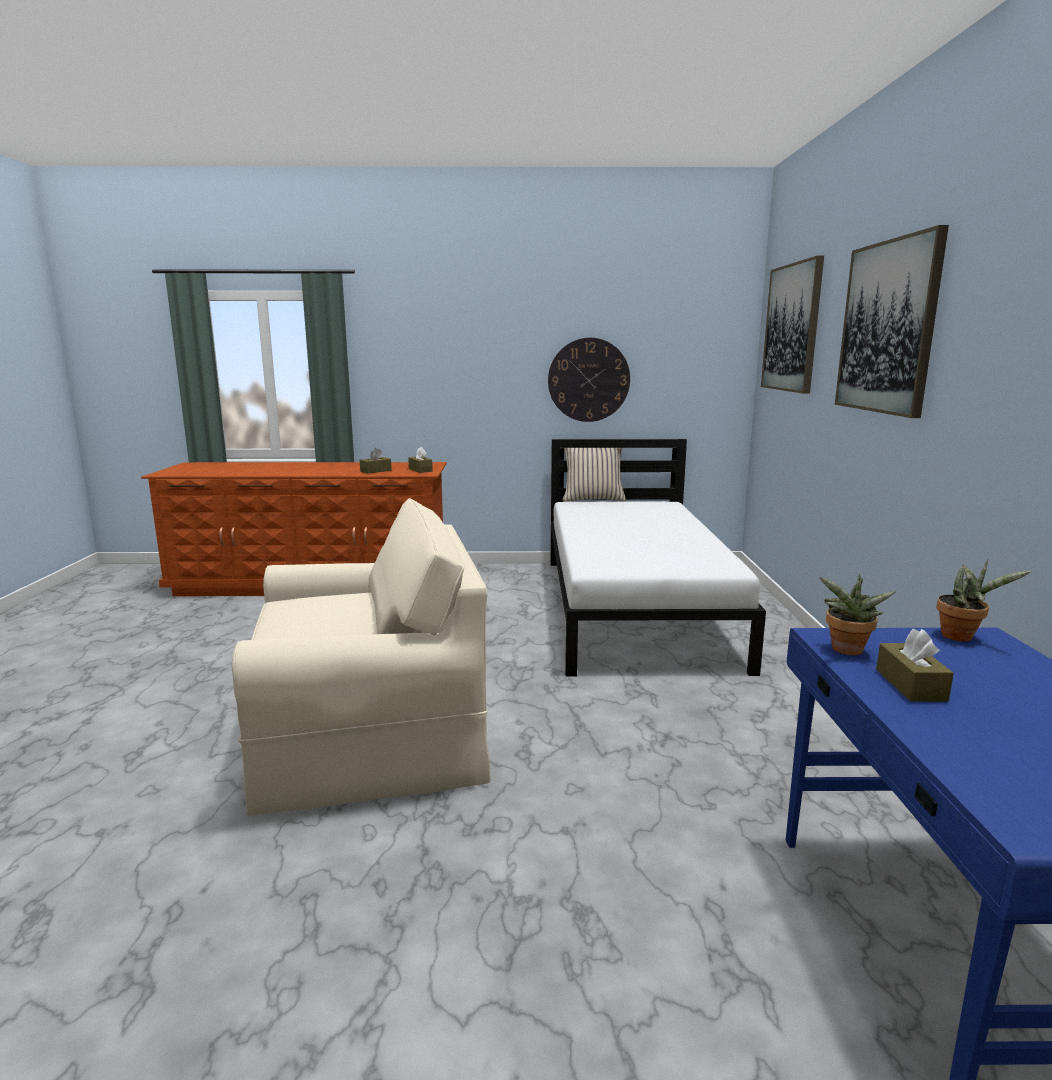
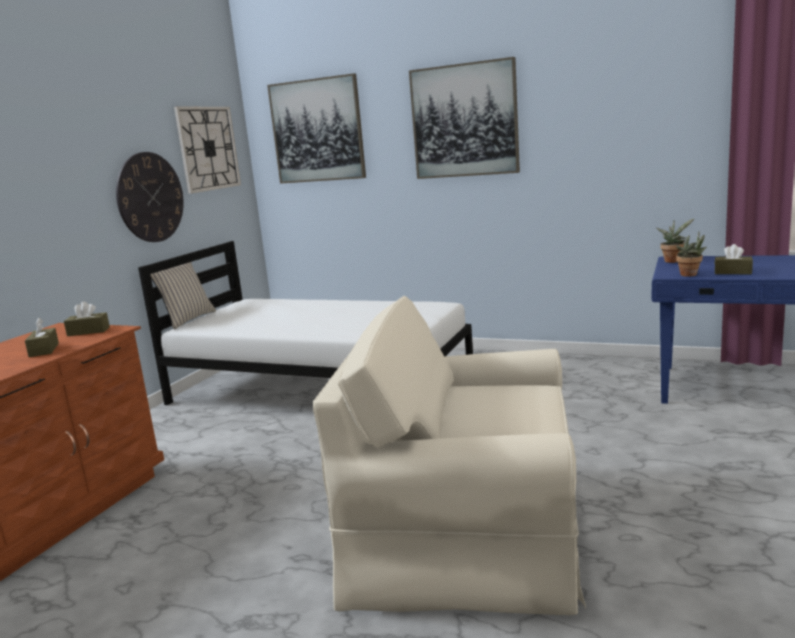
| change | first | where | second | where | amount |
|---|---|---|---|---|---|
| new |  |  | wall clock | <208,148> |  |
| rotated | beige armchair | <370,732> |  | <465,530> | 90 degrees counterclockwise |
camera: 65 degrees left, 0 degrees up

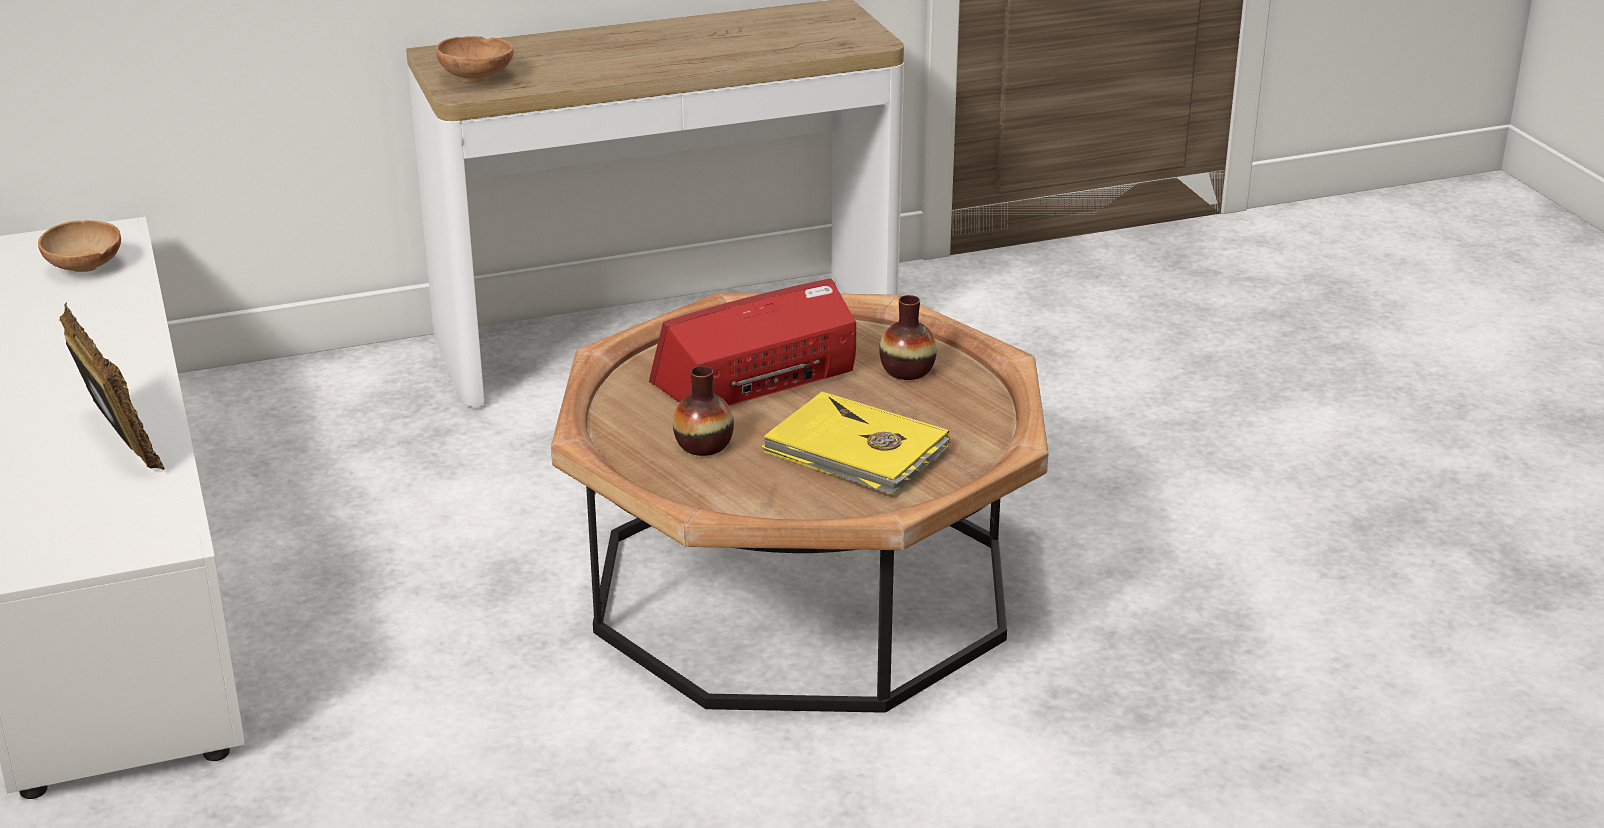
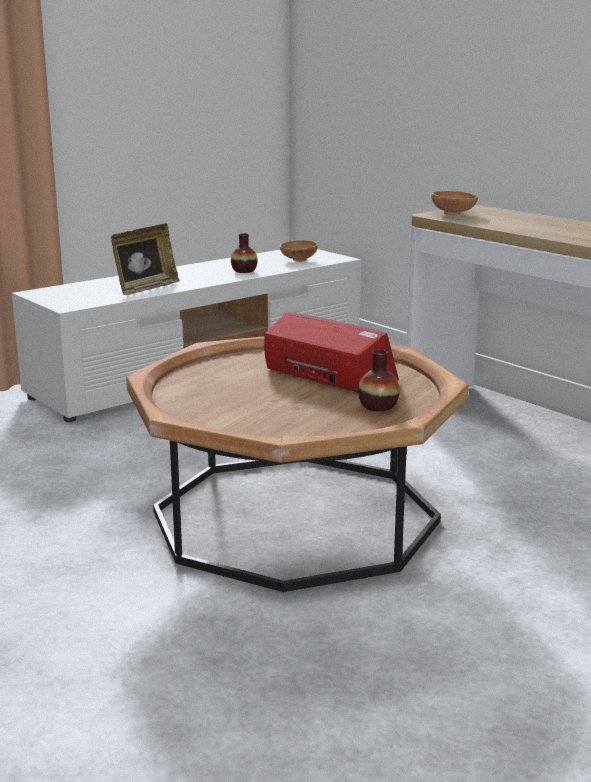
| change | first | where | second | where | amount |
|---|---|---|---|---|---|
| gone | yellow book | <856,452> |  |  |  |
| shifted | vase | <703,445> |  | <244,271> |  |
camera: 70 degrees right, 10 degrees down

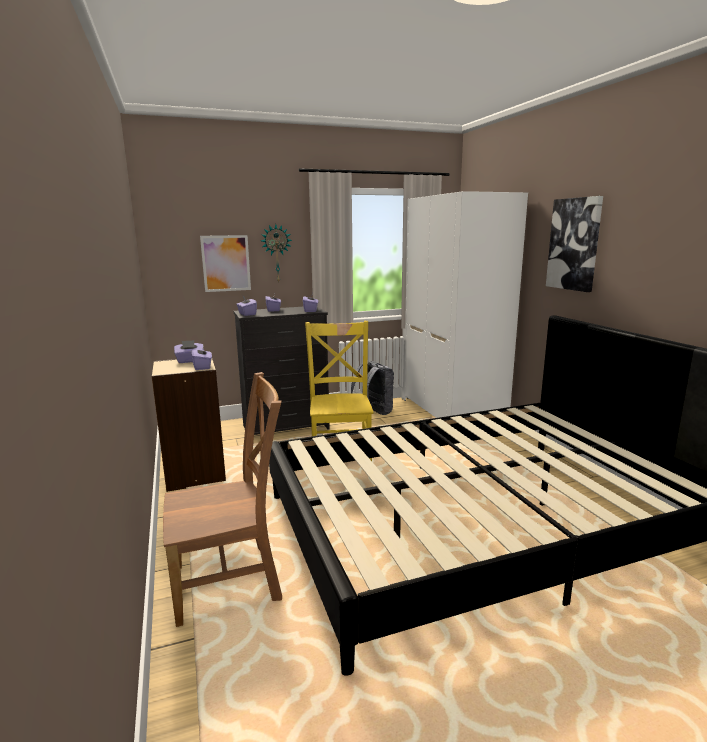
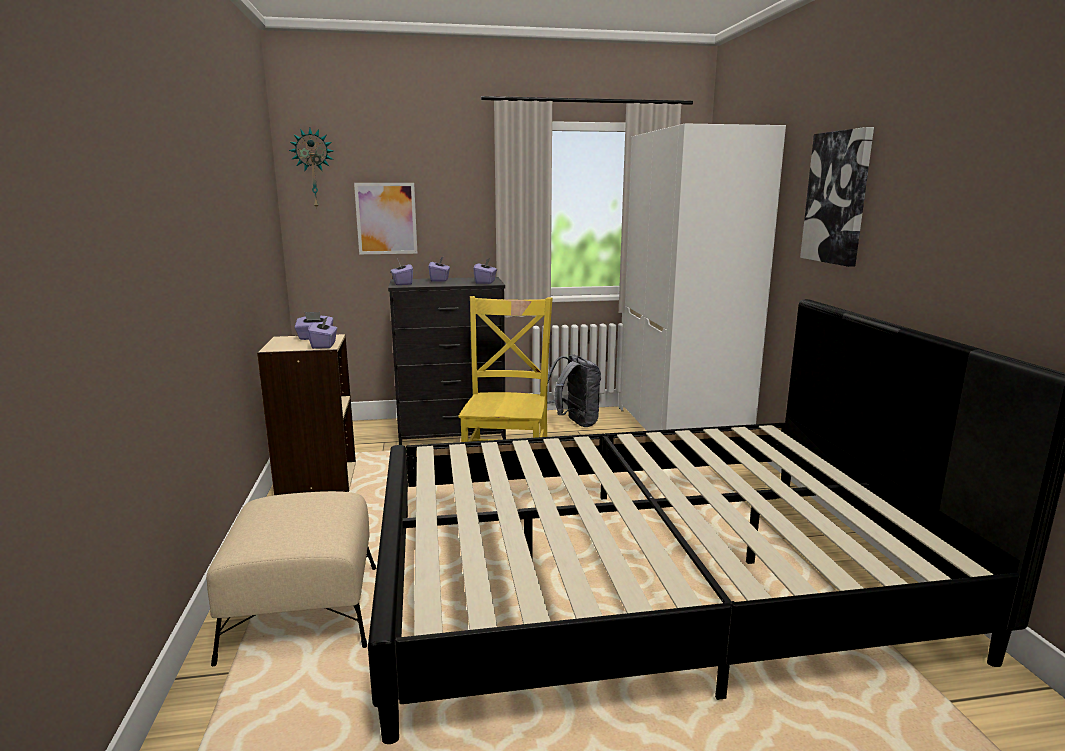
| change | first | where | second | where | amount |
|---|---|---|---|---|---|
| shifted | wall clock | <276,253> |  | <313,169> |  |
| swapped | brown chair | <232,581> | beige ottoman | <302,612> |  |
camera: 10 degrees right, 0 degrees up

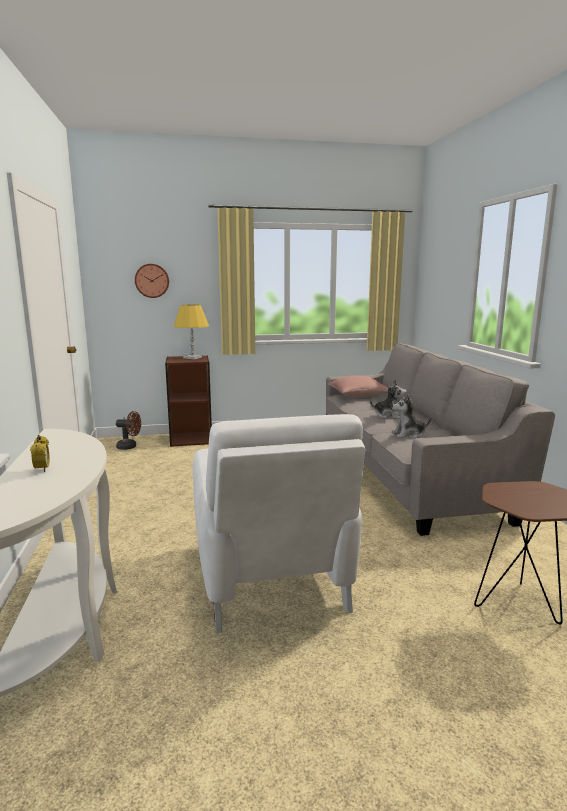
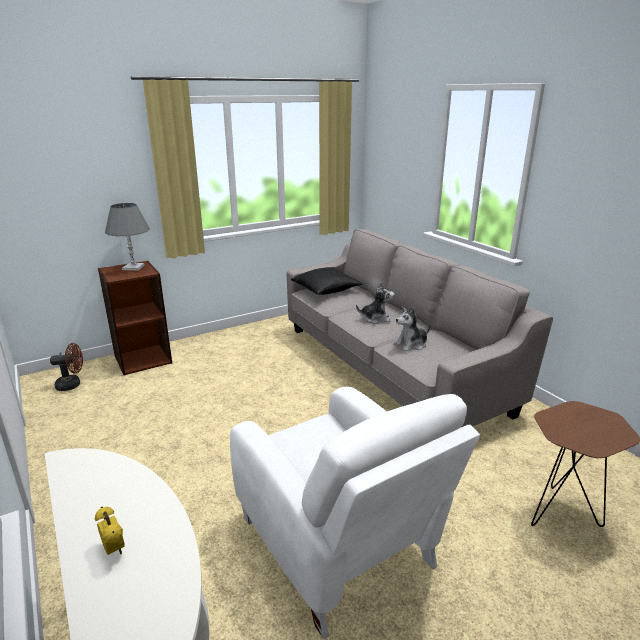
| change | first | where | second | where | amount |
|---|---|---|---|---|---|
| gone | wall clock | <152,280> |  |  |  |
| repainted | yellow table lamp | <192,357> | grey table lamp | <133,267> |  |
| repainted | pink pillow | <358,395> | black pillow | <326,290> |  |
camera: 20 degrees left, 10 degrees up

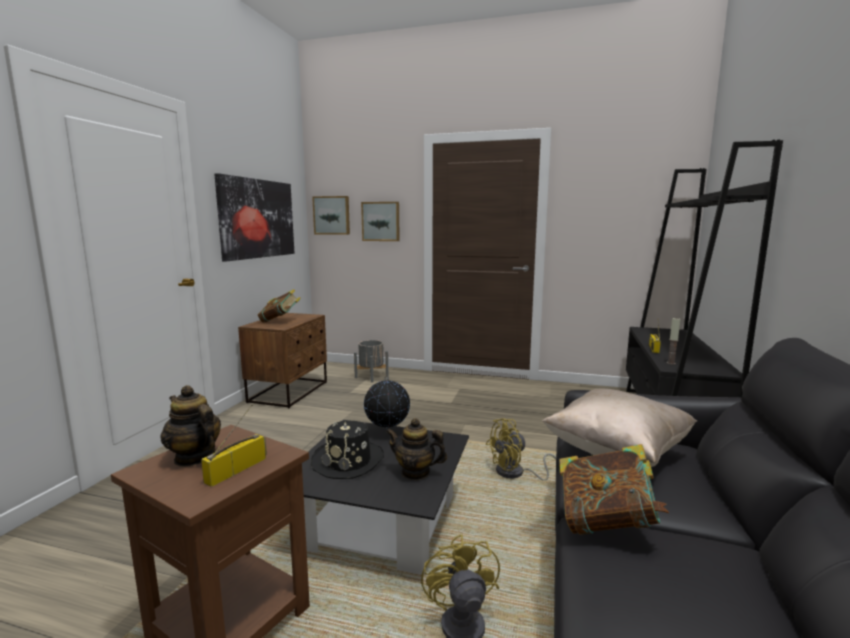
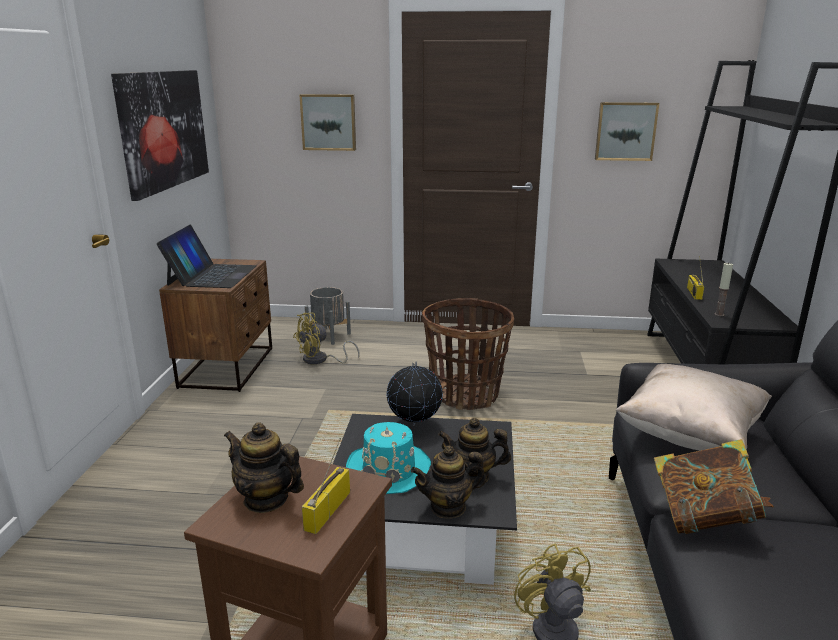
| change | first | where | second | where | amount |
|---|---|---|---|---|---|
| new |  |  | teapot | <448,507> |  |
| new |  |  | basket | <465,394> |  |
| shifted | picture | <332,215> |  | <625,131> |  |
| shifted | yellow fan | <516,474> |  | <320,360> |  |
| swapped | book | <280,321> | laptop | <211,275> |  |
| repainted | black hat | <348,461> | turquoise hat | <389,469> |  |
camera: 10 degrees left, 10 degrees up

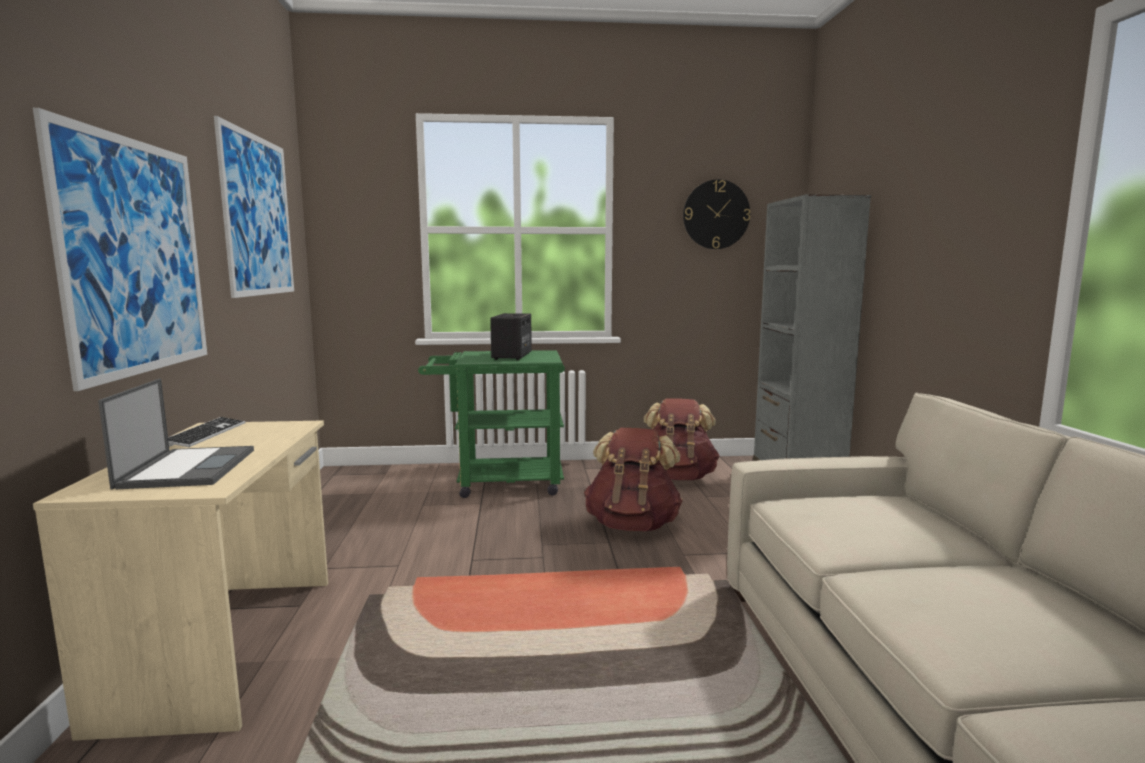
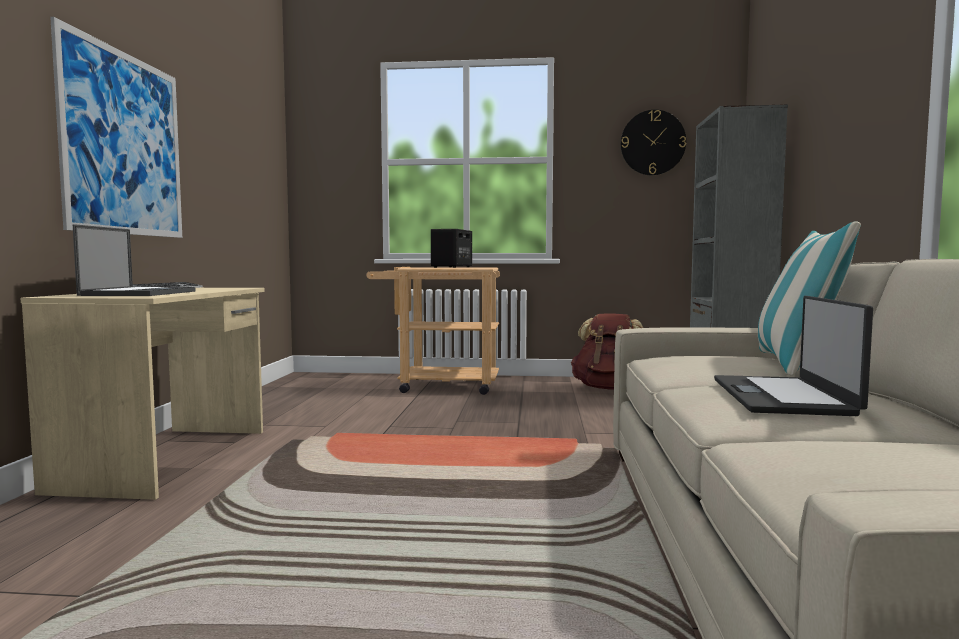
| change | first | where | second | where | amount |
|---|---|---|---|---|---|
| gone | picture | <258,216> |  |  |  |
| gone | brown backpack | <632,525> |  |  |  |
| new |  |  | laptop | <783,396> |  |
| new |  |  | pillow | <797,364> |  |
| repainted | green cart | <498,483> | beige cart | <439,386> |  |
camera: 10 degrees right, 5 degrees down

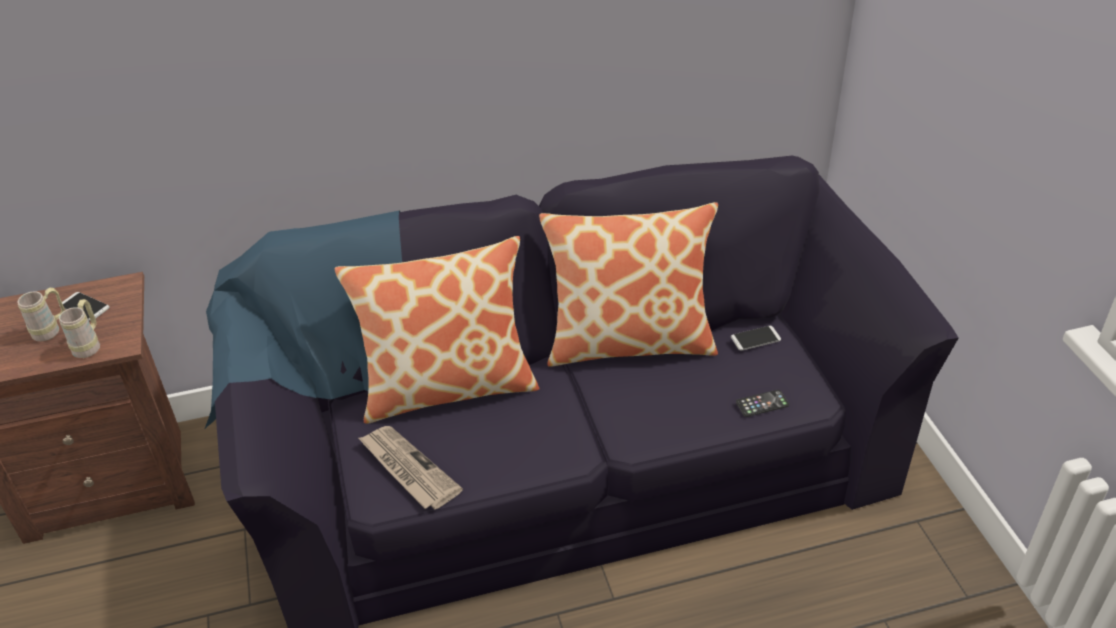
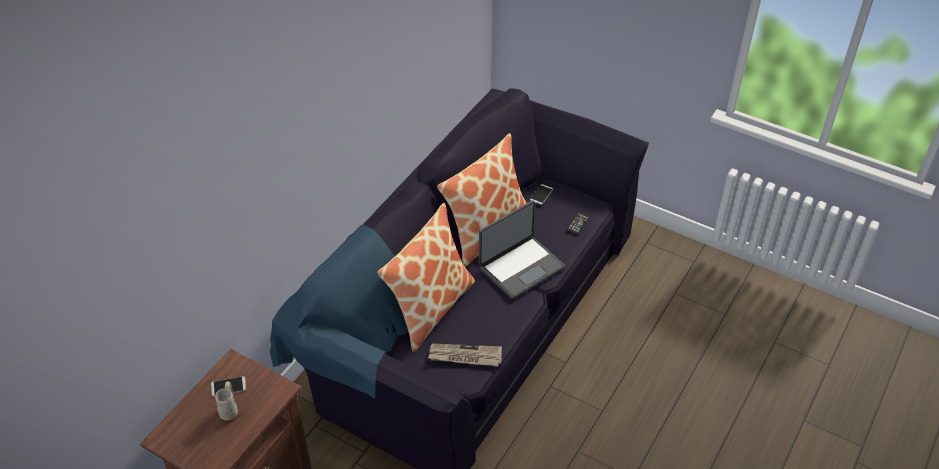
| change | first | where | second | where | amount |
|---|---|---|---|---|---|
| gone | beige mug | <89,345> |  |  |  |
| new |  |  | laptop | <520,267> |  |
camera: 45 degrees left, 5 degrees up

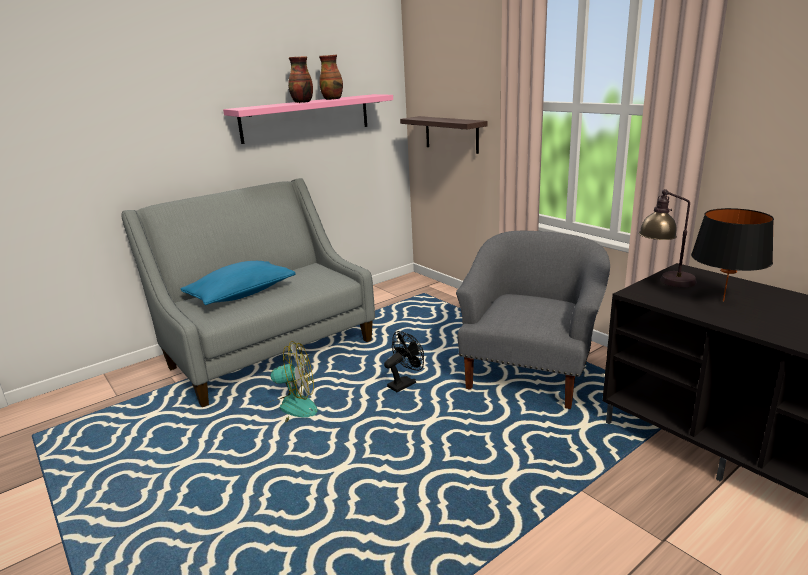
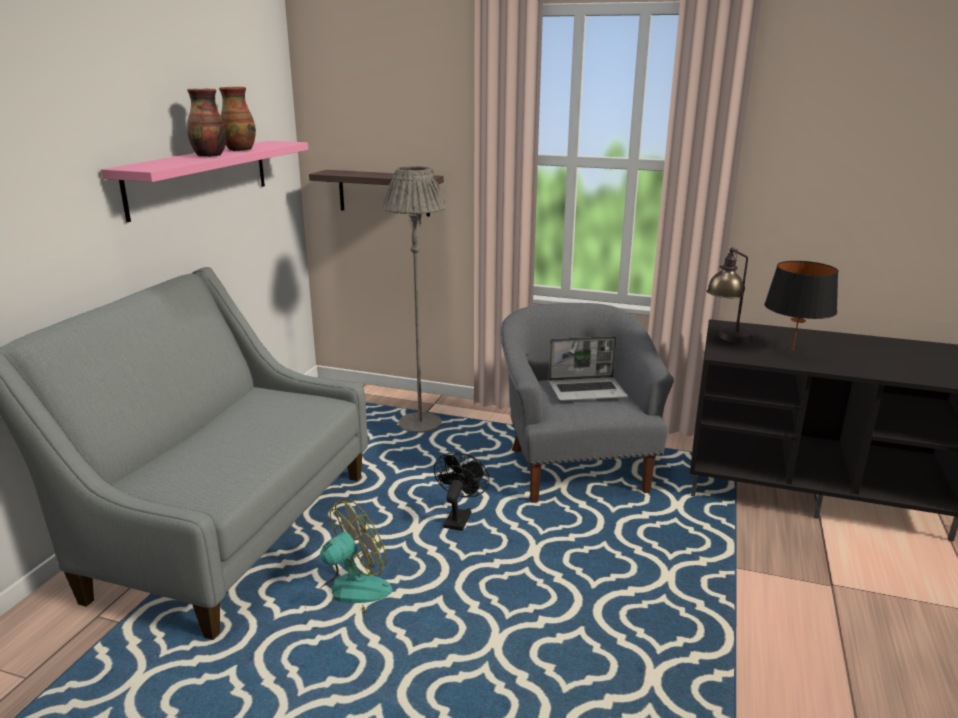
| change | first | where | second | where | amount |
|---|---|---|---|---|---|
| gone | blue pillow | <241,295> |  |  |  |
| new |  |  | grey floor lamp | <420,423> |  |
| new |  |  | laptop | <587,390> |  |
camera: 35 degrees left, 0 degrees up

